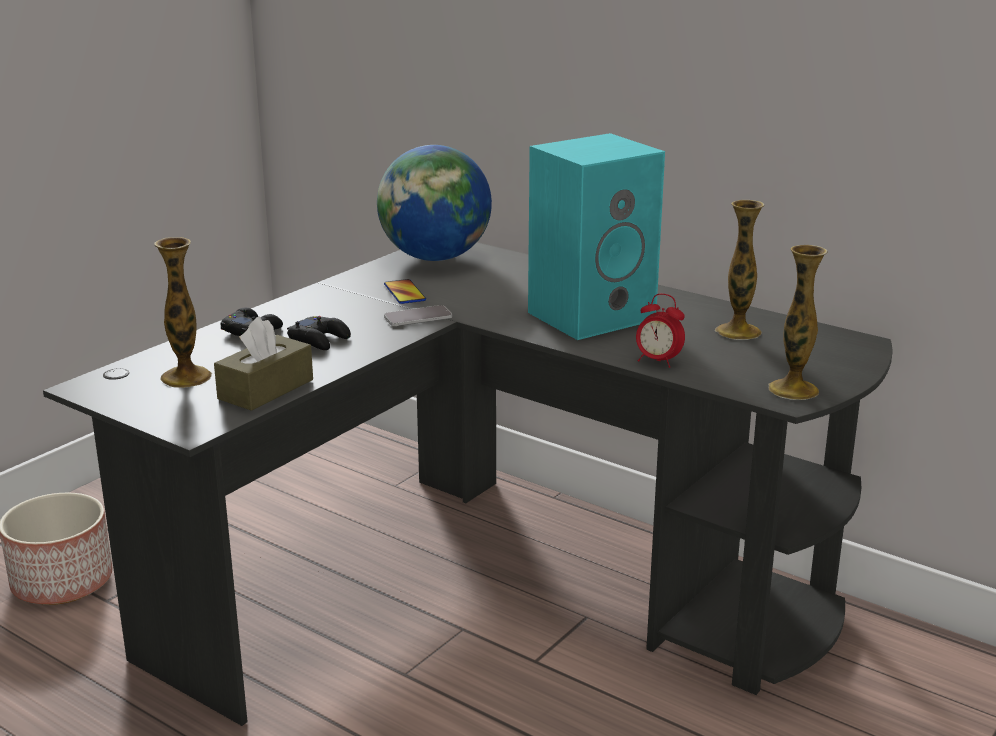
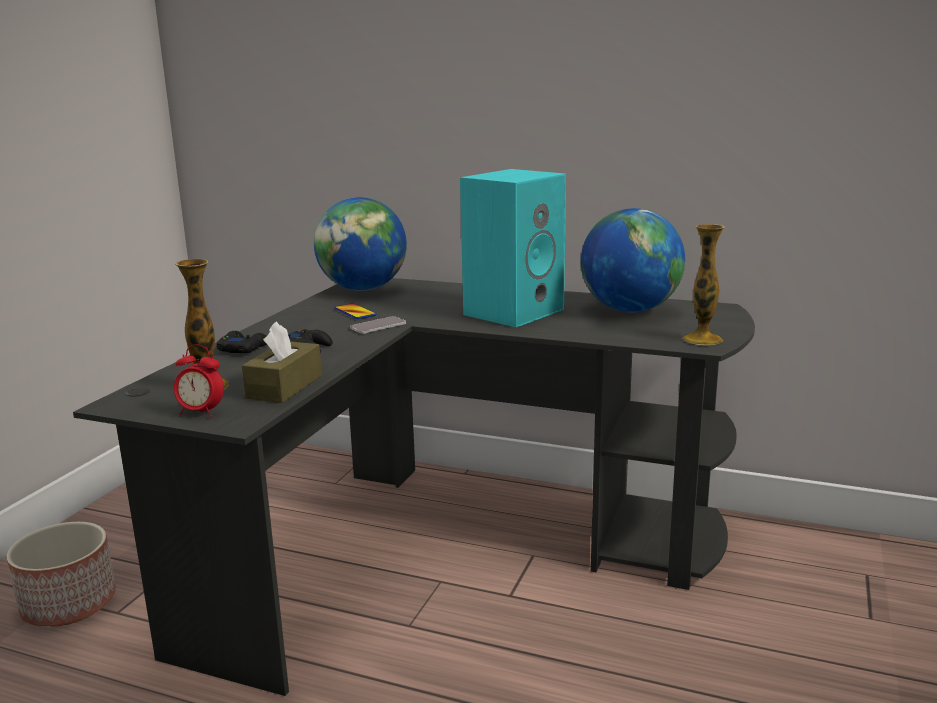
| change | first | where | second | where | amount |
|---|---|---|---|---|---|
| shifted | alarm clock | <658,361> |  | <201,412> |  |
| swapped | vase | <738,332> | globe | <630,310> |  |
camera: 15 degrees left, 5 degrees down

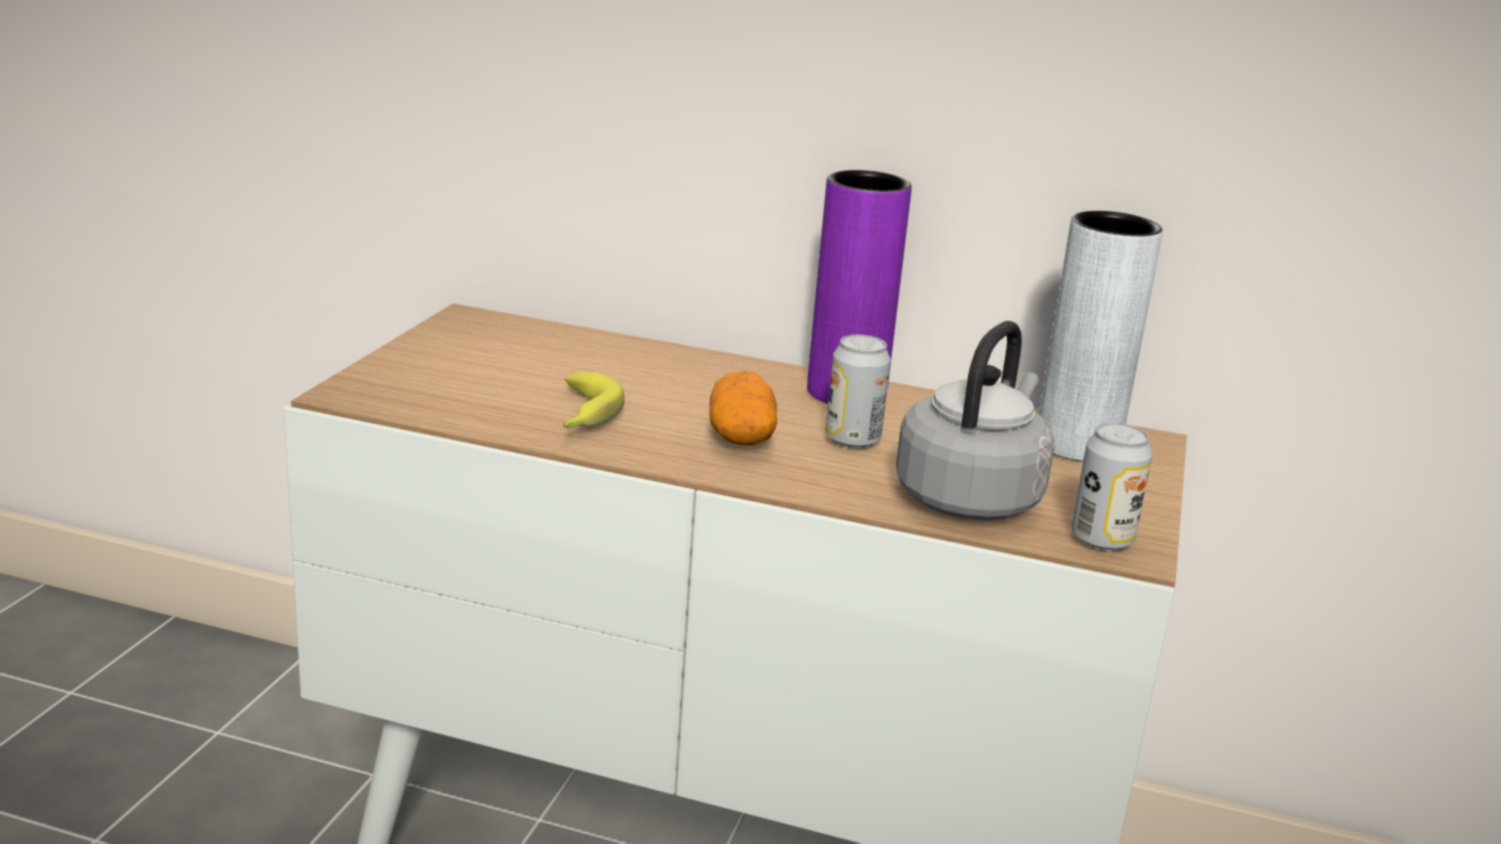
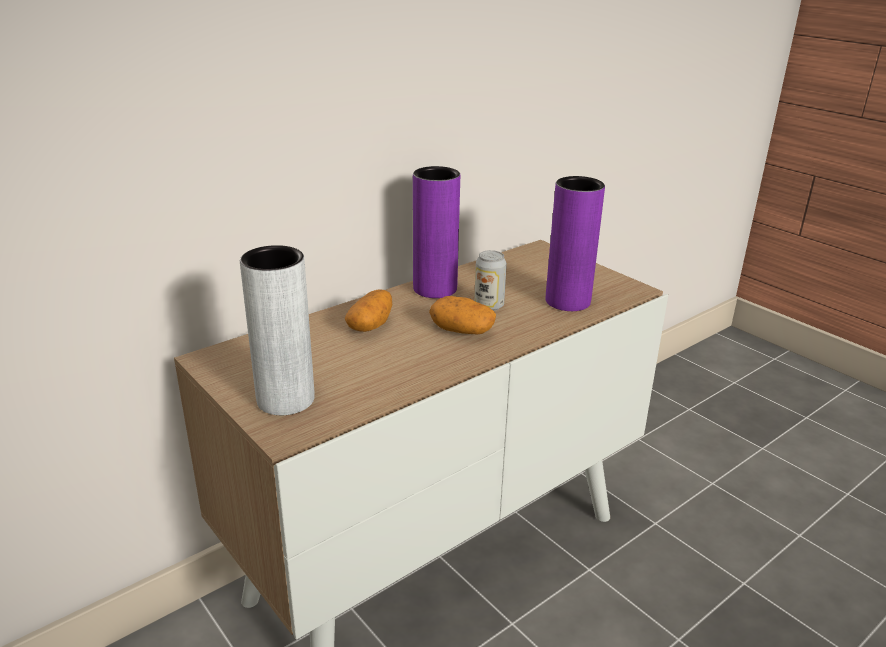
| change | first | where | second | where | amount |
|---|---|---|---|---|---|
| gone | banana | <582,416> |  |  |  |
| gone | can | <1101,539> |  |  |  |
| new |  |  | potato | <370,325> |  |
| shifted | grey vase | <1077,445> |  | <285,400> |  |
| swapped | grey kettle | <971,497> | purple vase | <567,301> |  |
camera: 55 degrees left, 5 degrees up

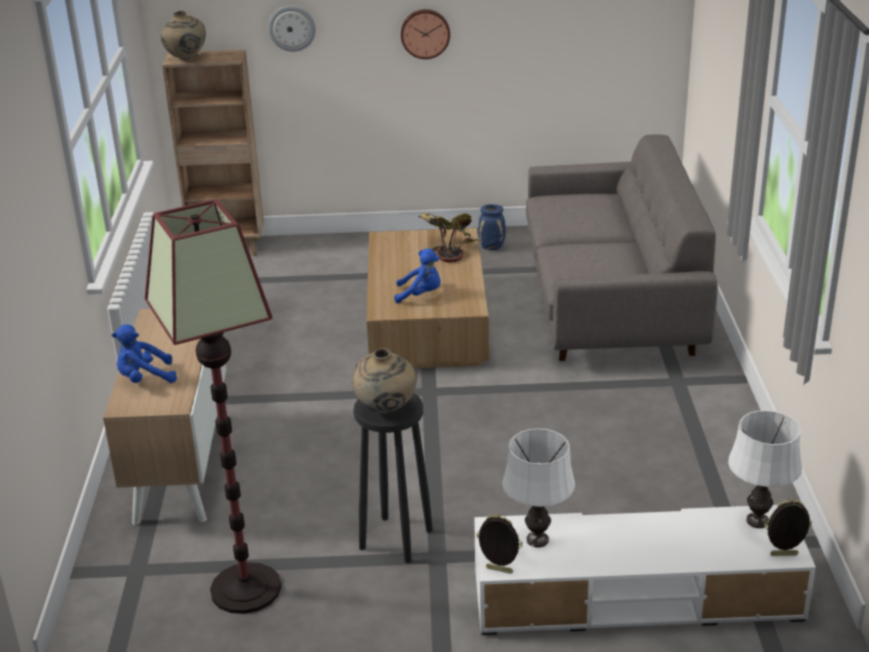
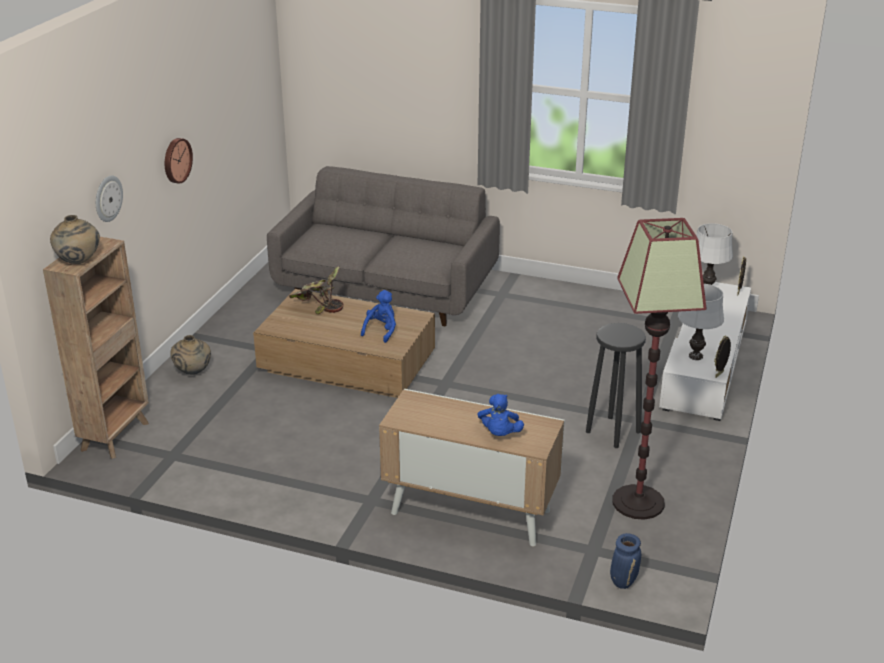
| change | first | where | second | where | amount |
|---|---|---|---|---|---|
| shifted | beige vase | <386,410> |  | <193,373> |  |
| shifted | blue vase | <492,247> |  | <623,581> |  |
camera: 70 degrees left, 0 degrees up

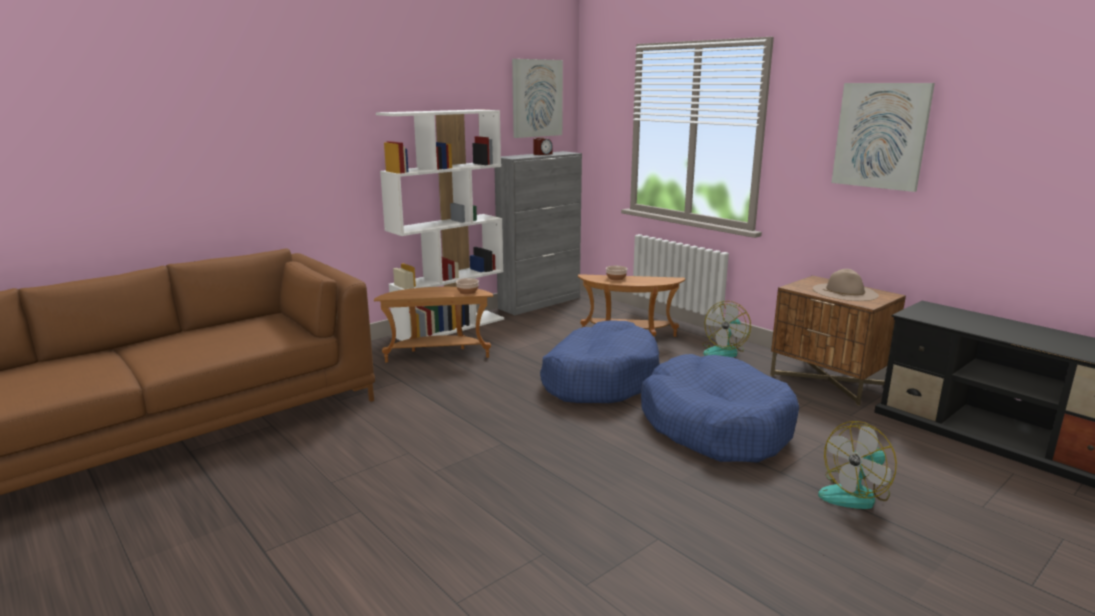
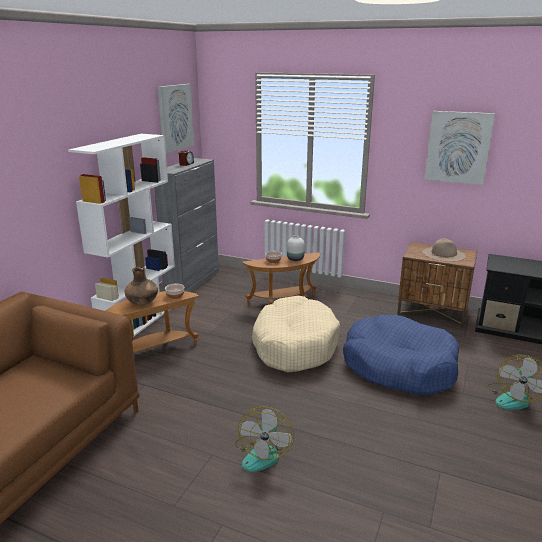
| change | first | where | second | where | amount |
|---|---|---|---|---|---|
| new |  |  | brown vase | <143,303> |  |
| new |  |  | white vase | <295,259> |  |
| shifted | fan | <724,351> |  | <263,453> |  |
| repainted | blue dog bed | <599,378> | beige dog bed | <294,345> |  |
camera: 25 degrees left, 5 degrees up

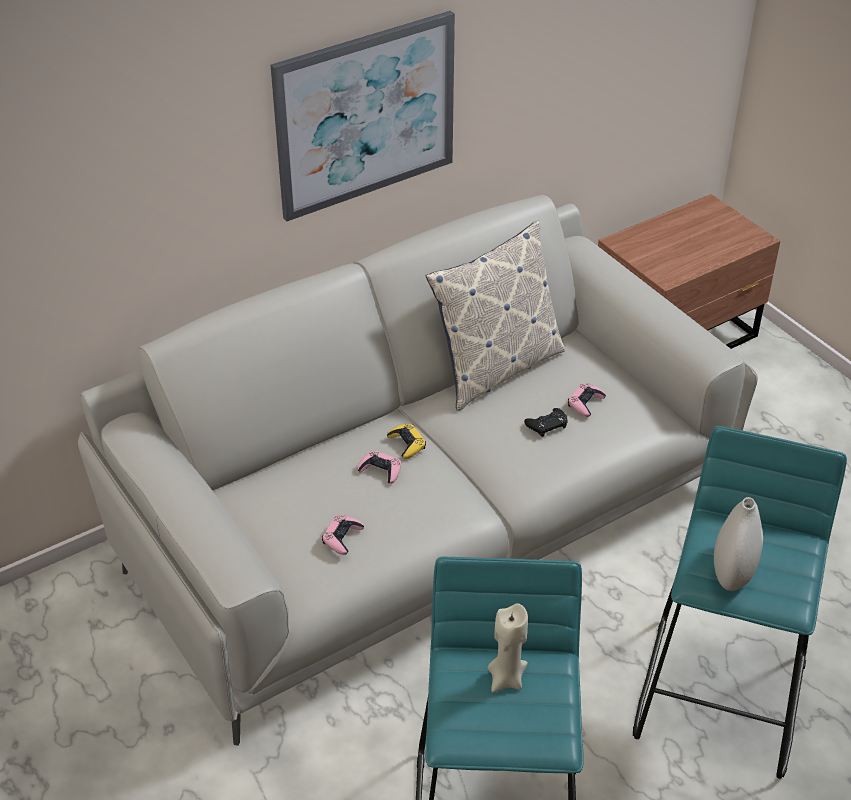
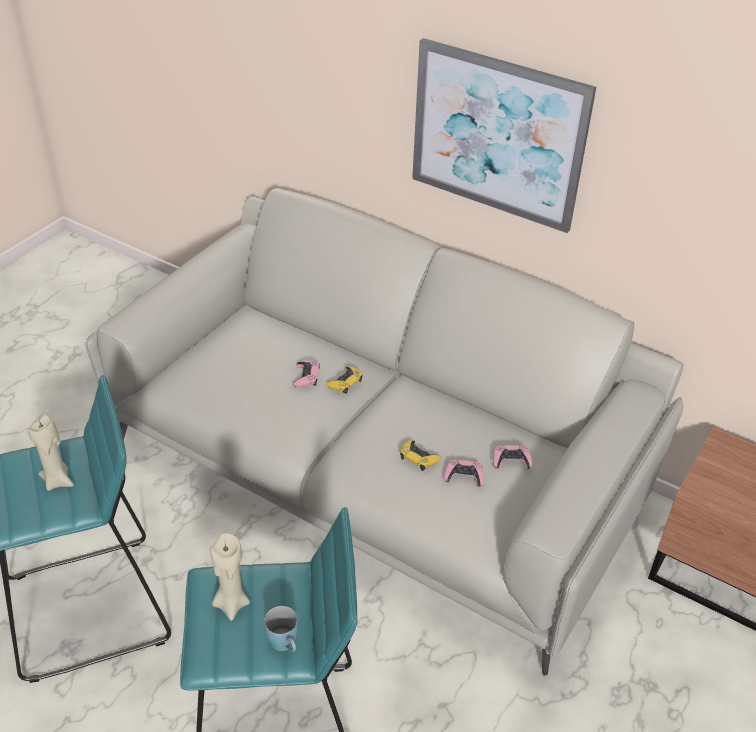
| change | first | where | second | where | amount |
|---|---|---|---|---|---|
| gone | pillow | <496,368> |  |  |  |
| new |  |  | blue mug | <285,645> |  |
| shifted | pink game controller | <342,537> |  | <511,461> |  |
| swapped | white vase | <733,572> | beige candle | <231,603> |  |
| repainted | black game controller | <547,425> | yellow game controller | <418,458> |  |
camera: 65 degrees right, 0 degrees up

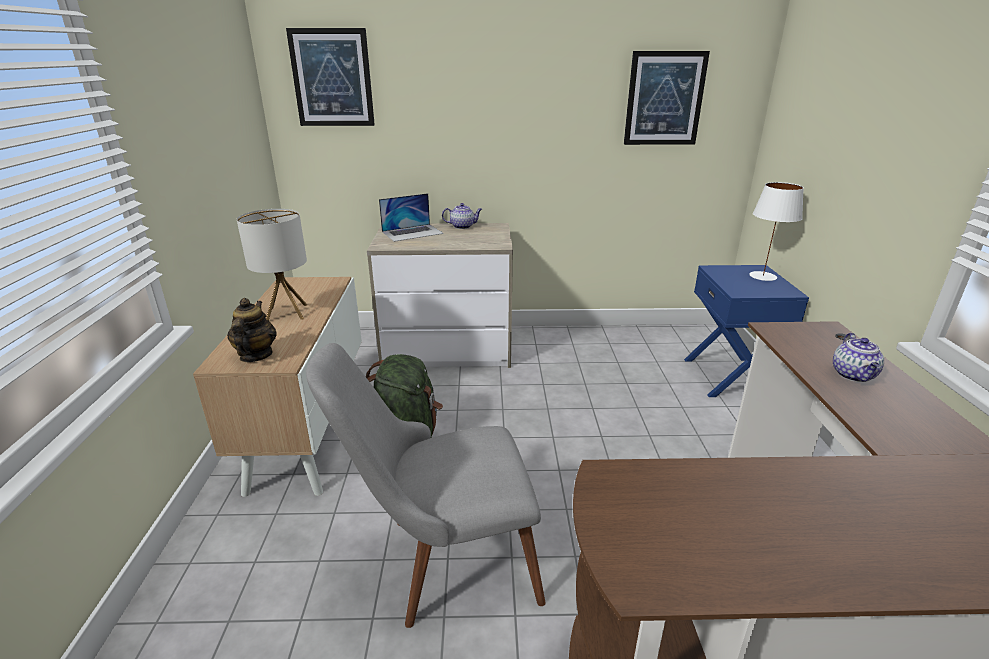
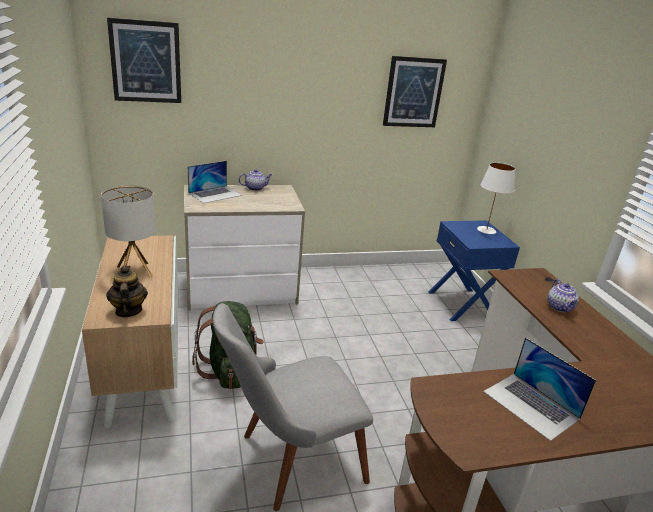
| change | first | where | second | where | amount |
|---|---|---|---|---|---|
| new |  |  | laptop | <531,405> |  |
camera: 15 degrees left, 0 degrees up

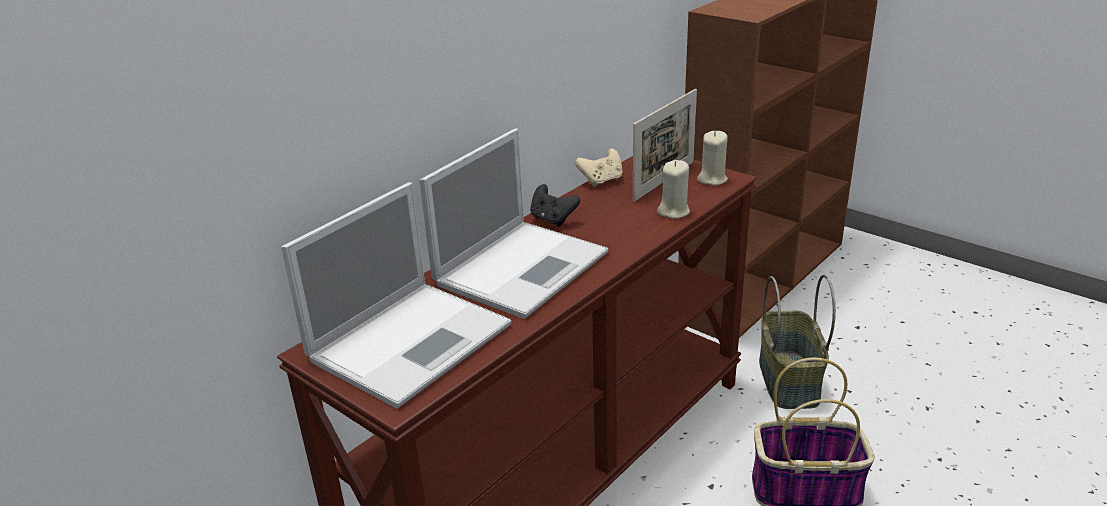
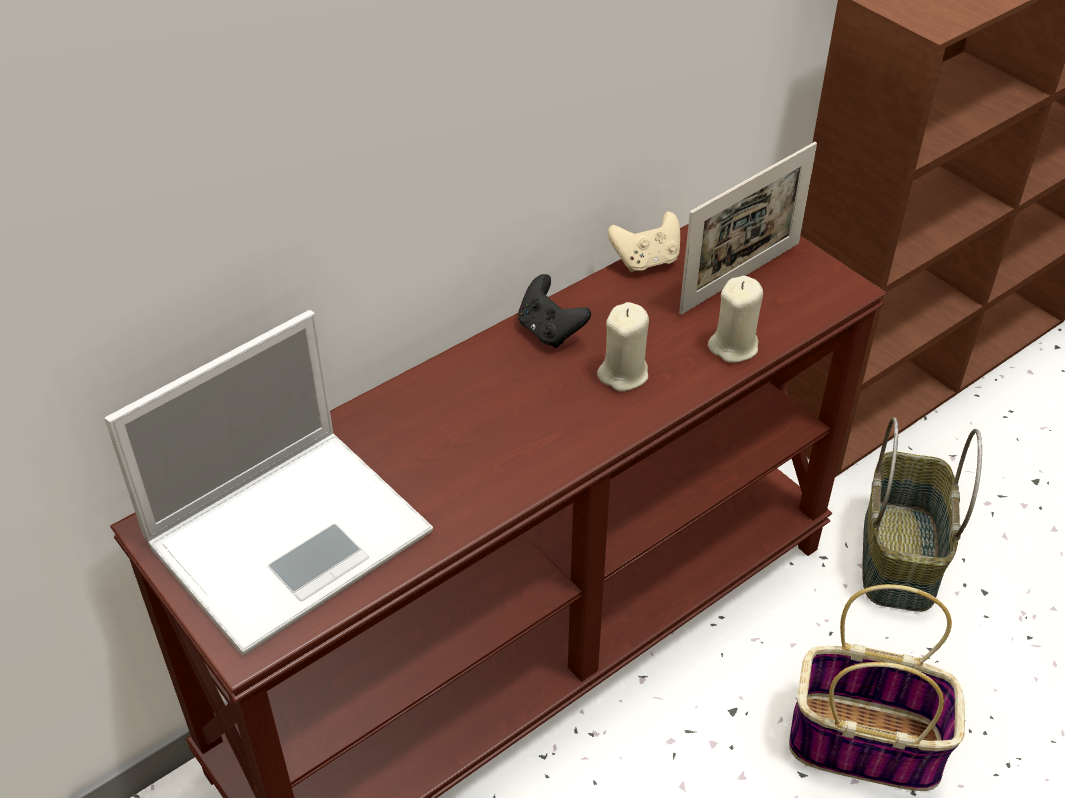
| change | first | where | second | where | amount |
|---|---|---|---|---|---|
| gone | laptop | <523,267> |  |  |  |
| shifted | beige candle | <712,179> |  | <623,374> |  |
camera: 10 degrees right, 15 degrees up

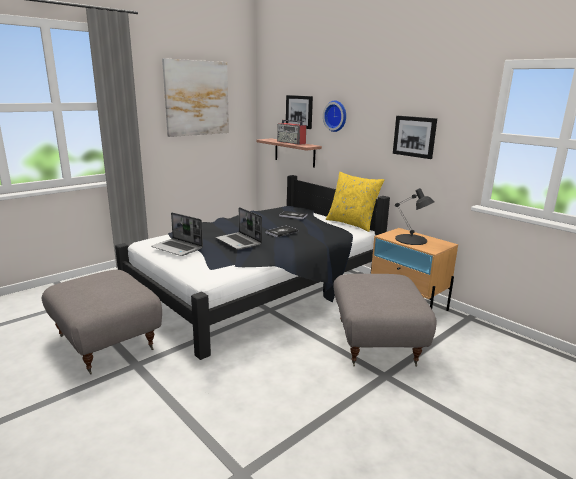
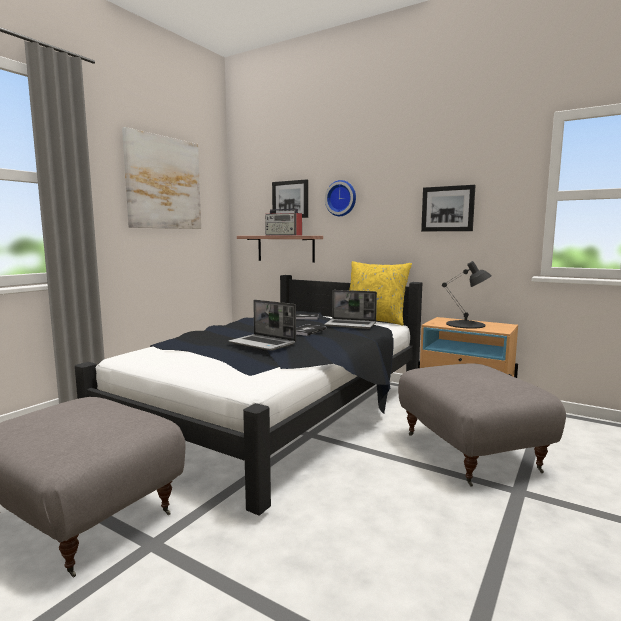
| change | first | where | second | where | amount |
|---|---|---|---|---|---|
| shifted | laptop | <178,248> |  | <351,325> |  |
camera: 15 degrees left, 10 degrees down

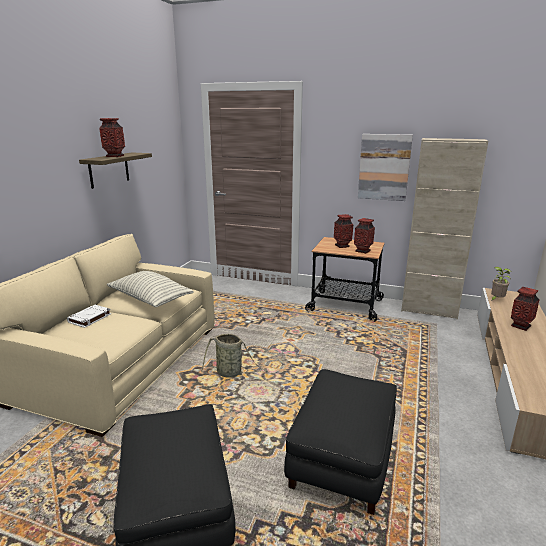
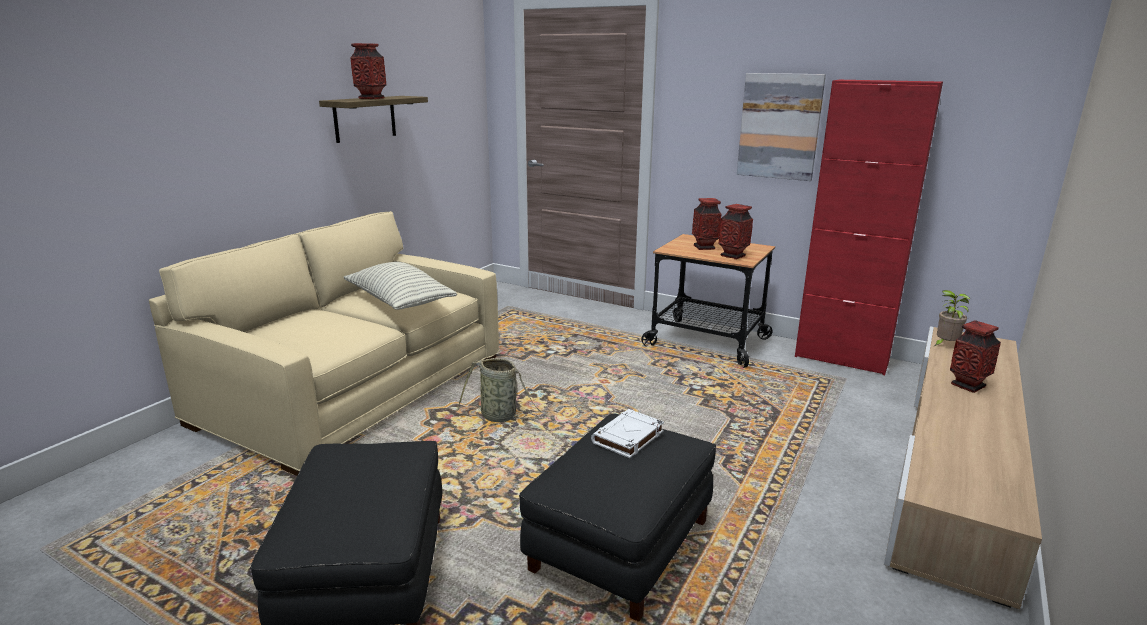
| change | first | where | second | where | amount |
|---|---|---|---|---|---|
| shifted | white book | <89,318> |  | <628,438> |  |
| repainted | beige cabinet | <429,310> | red cabinet | <841,359> |  |
camera: 10 degrees right, 0 degrees up

